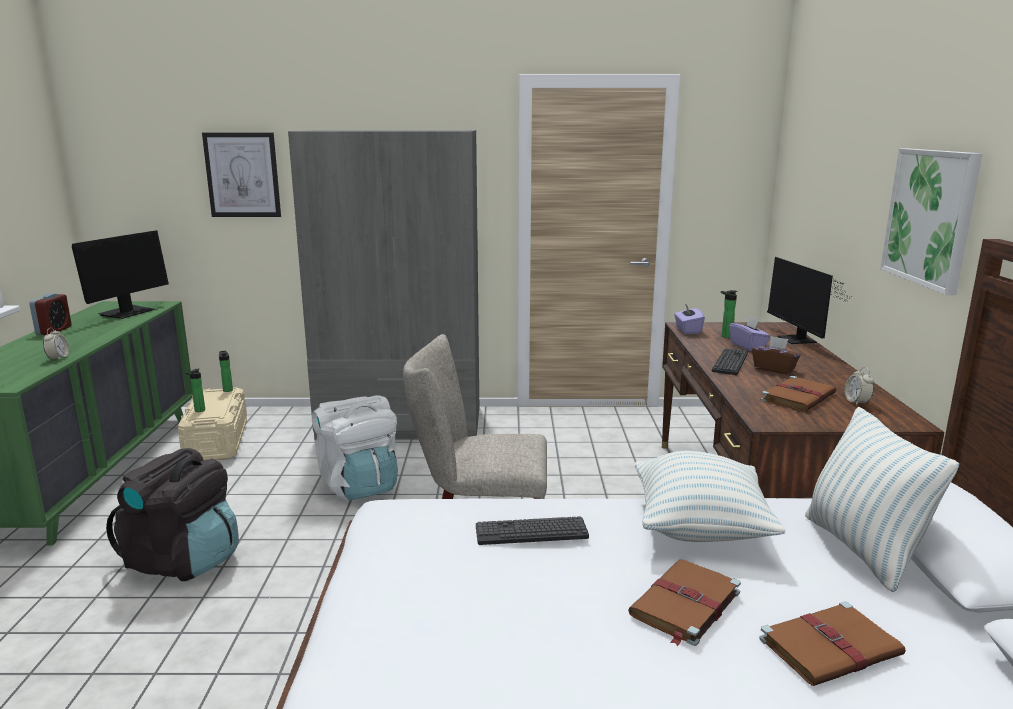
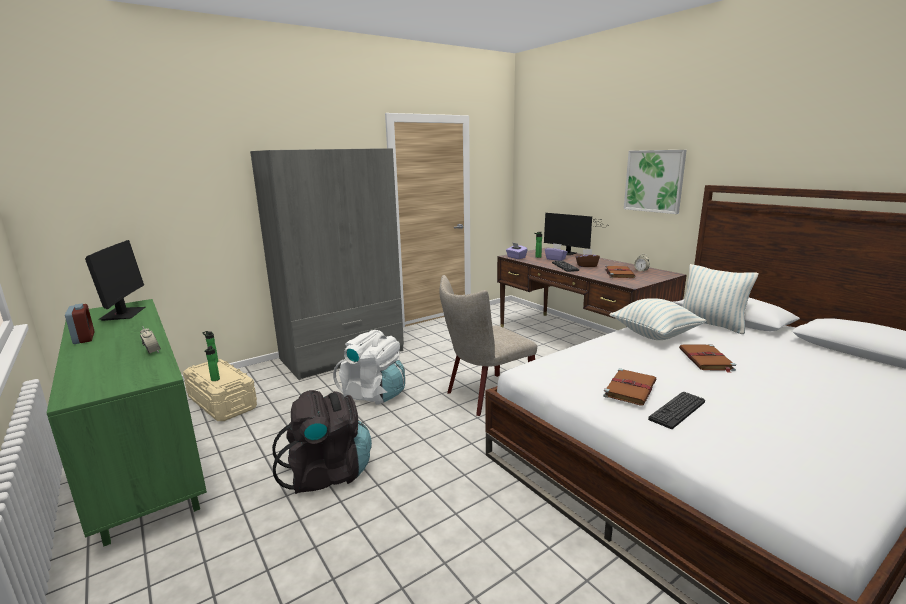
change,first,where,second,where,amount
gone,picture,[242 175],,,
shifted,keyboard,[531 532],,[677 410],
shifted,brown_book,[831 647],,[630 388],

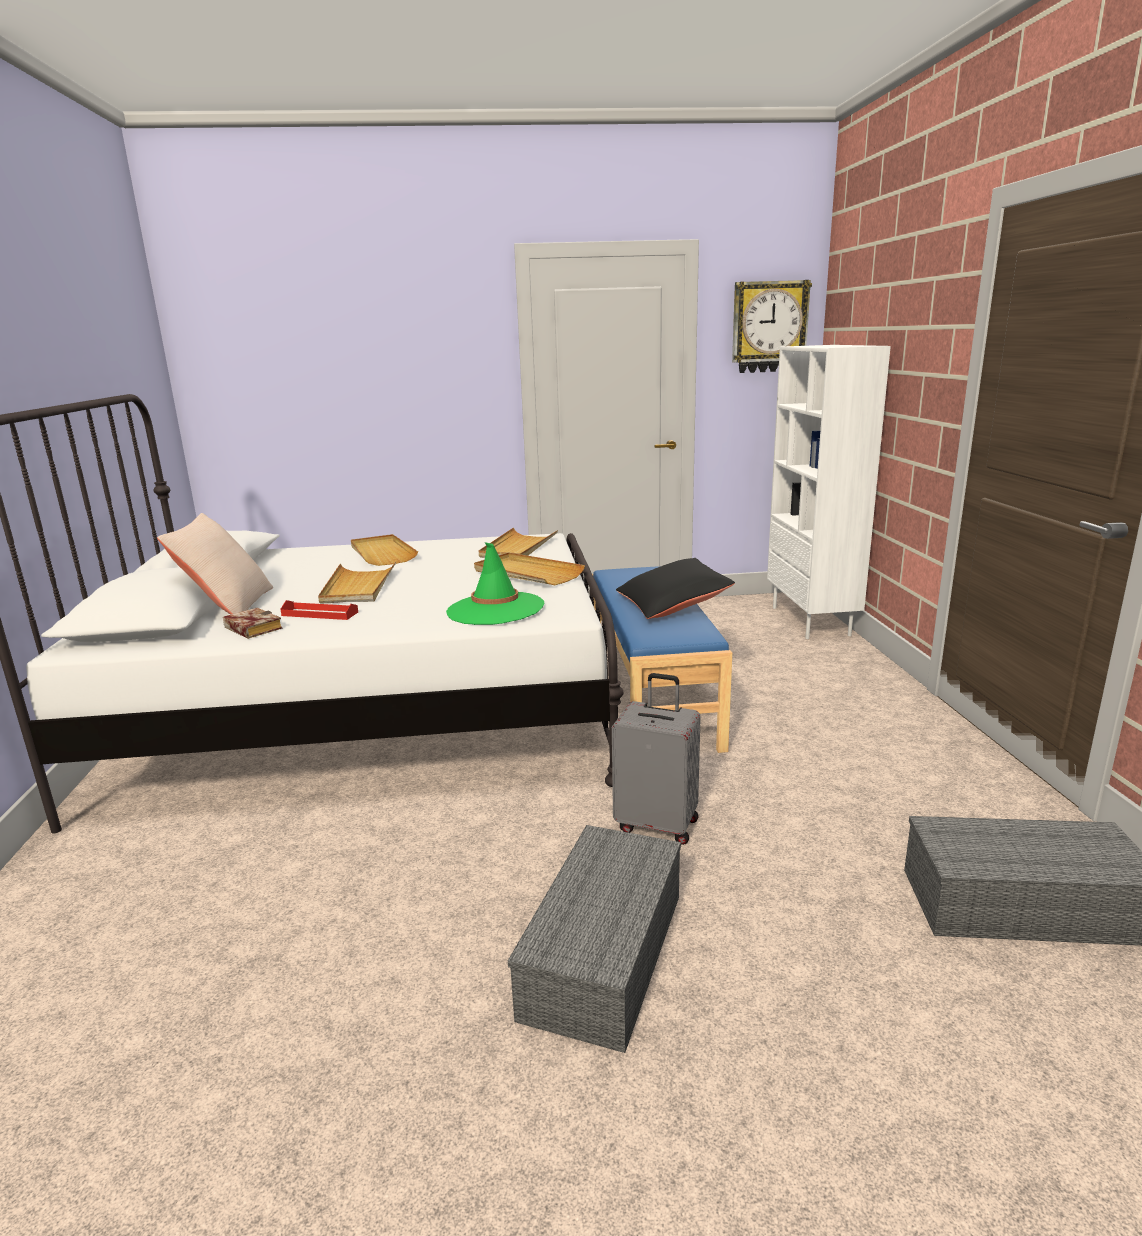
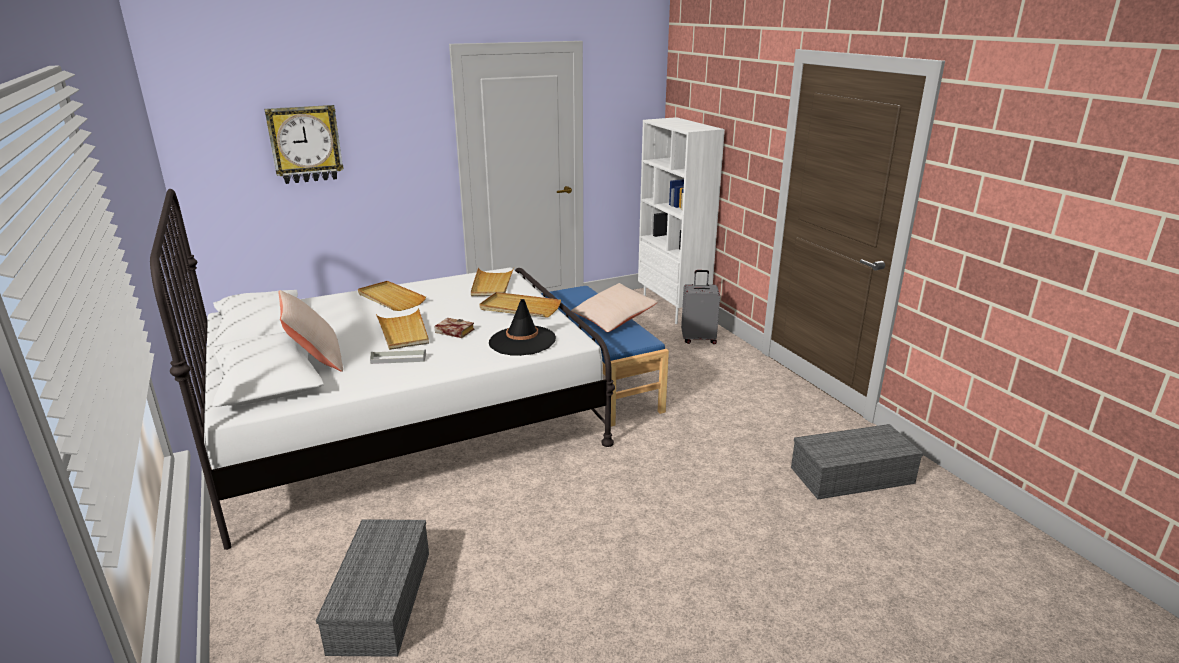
change,first,where,second,where,amount
shifted,book,[250 628],,[453 331],
shifted,grey_storage_box,[605 956],,[382 602],
shifted,grey_suitcase,[657 824],,[698 339],
shifted,wall_clock,[769 327],,[305 144],
repainted,red_tray,[320 614],grey_tray,[398 359],
repainted,green_hat,[495 609],black_hat,[522 341],
repainted,black_pillow,[672 605],beige_pillow,[613 318],

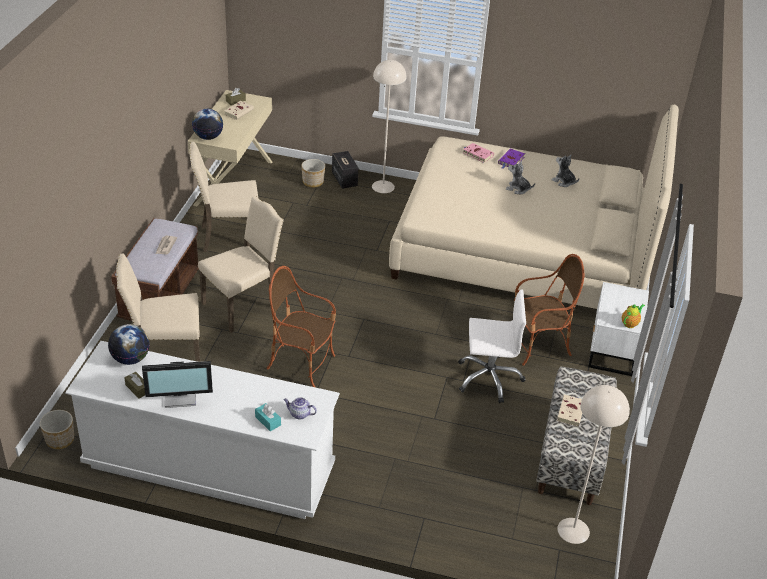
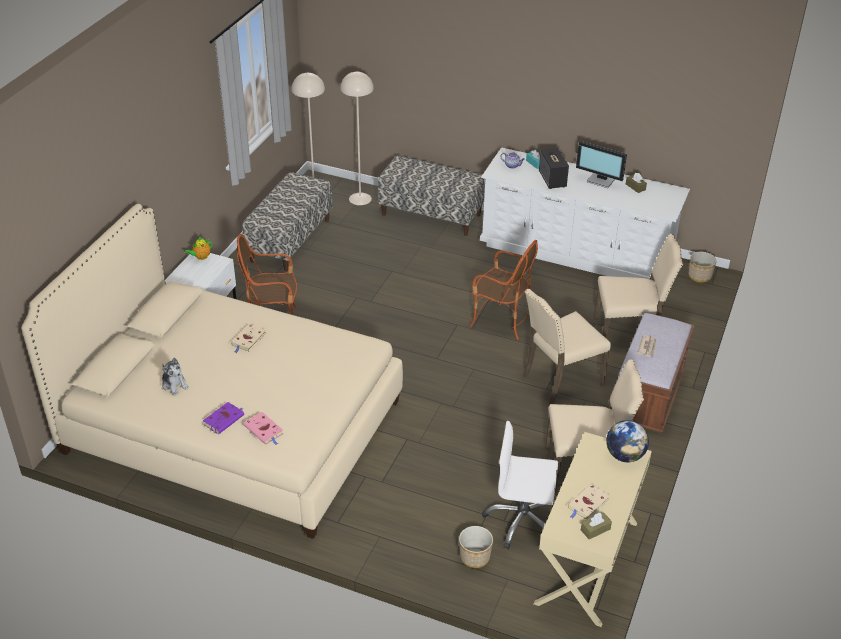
change,first,where,second,where,amount
gone,globe,[131 359],,,
gone,plush_toy,[518 189],,,
new,,,bench,[431 214],
shifted,speaker,[344 179],,[552 179],
shifted,beige_floor_lamp,[383 186],,[360 198],
shifted,white_office_chair,[489 378],,[522 521],
shifted,beige_book,[570 411],,[248 340],
rotated,monitor,[180 397],,[601 180],150 degrees counterclockwise

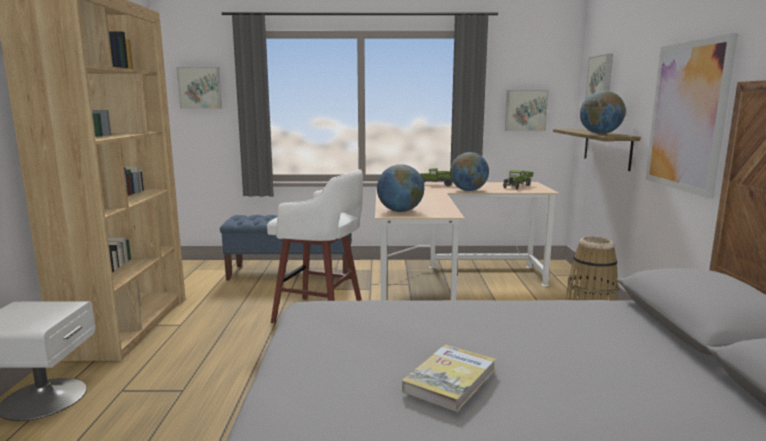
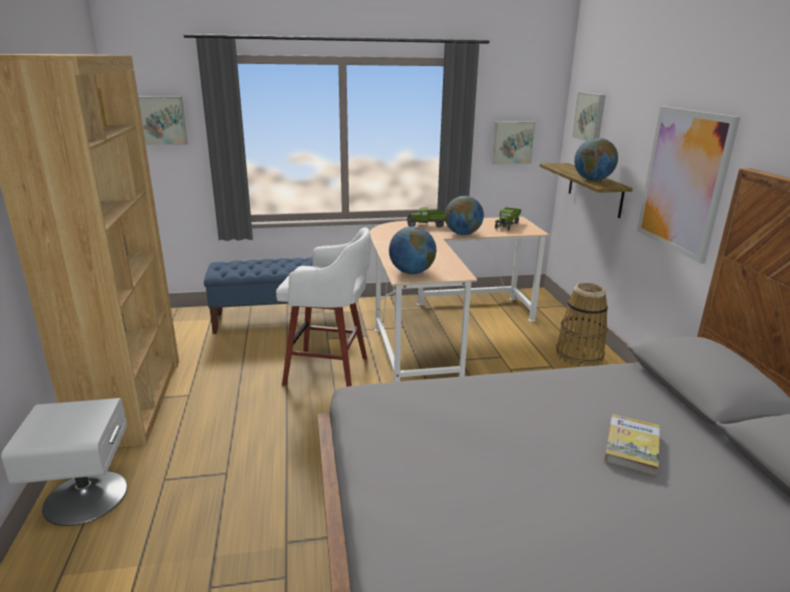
change,first,where,second,where,amount
shifted,book,[450 380],,[631 446],

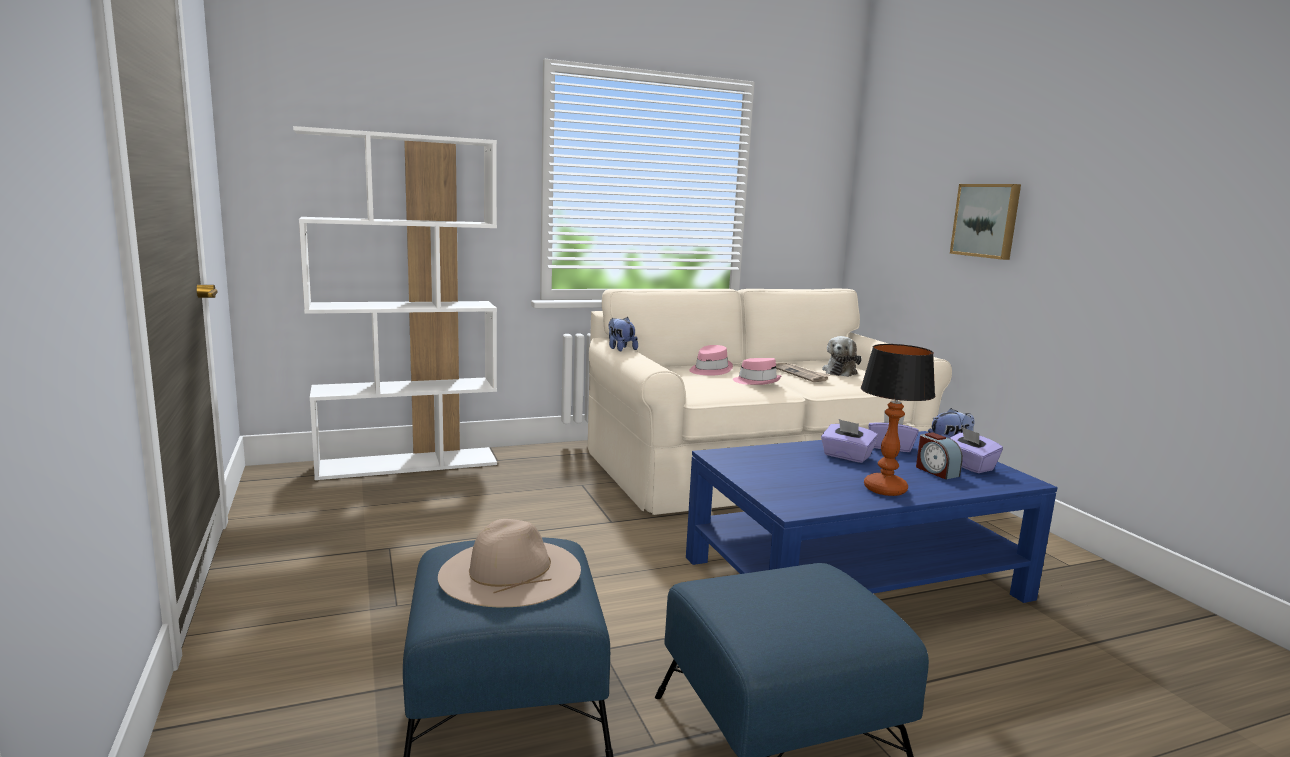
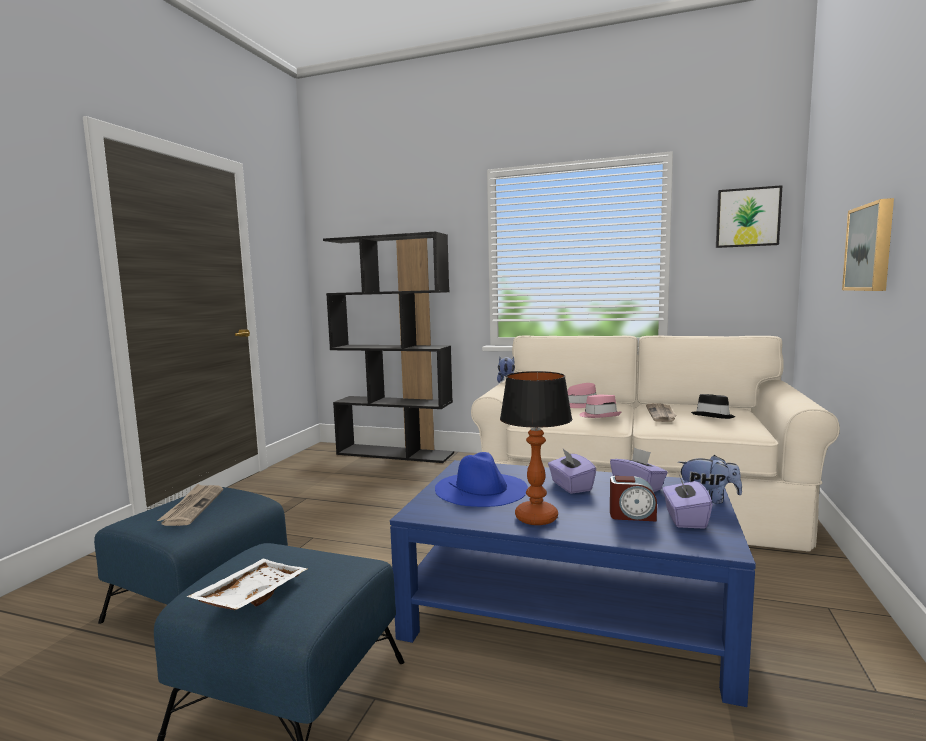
change,first,where,second,where,amount
new,,,white_tray,[251 596],
new,,,blue_hat,[481 488],
new,,,picture,[747 217],
swapped,beige_hat,[510 571],newspaper,[192 507],
swapped,plush_toy,[840 371],black_hat,[714 416],
repainted,white_bookcase,[408 463],black_bookcase,[395 453],
rotated,alarm_clock,[936 471],,[632 515],90 degrees counterclockwise

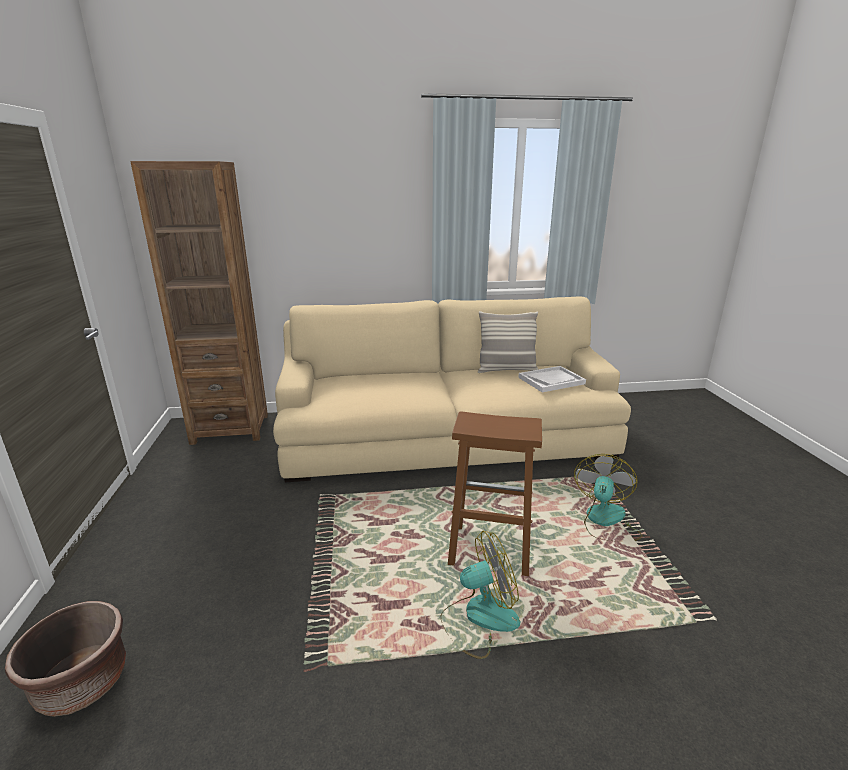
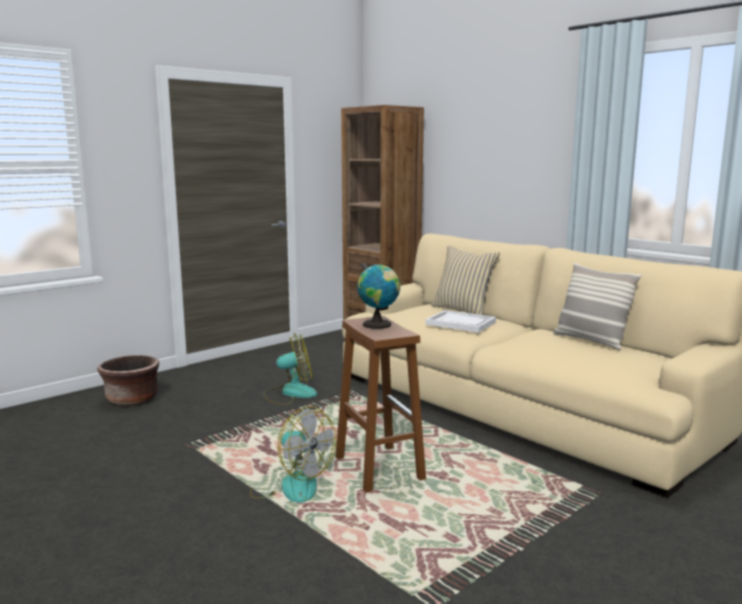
change,first,where,second,where,amount
new,,,globe,[379 325],
new,,,beige_pillow,[462 310],
shifted,white_tray,[551 380],,[461 323],
shifted,fan,[605 522],,[290 393],

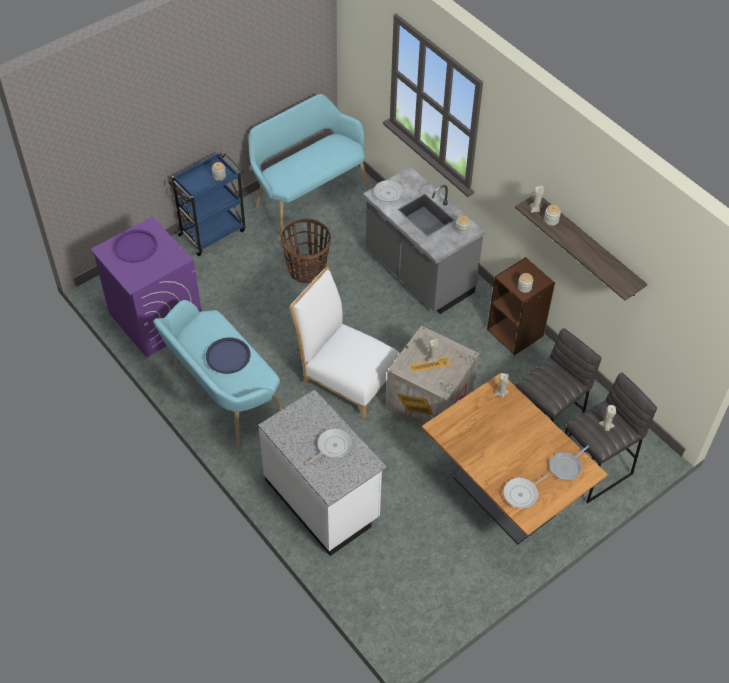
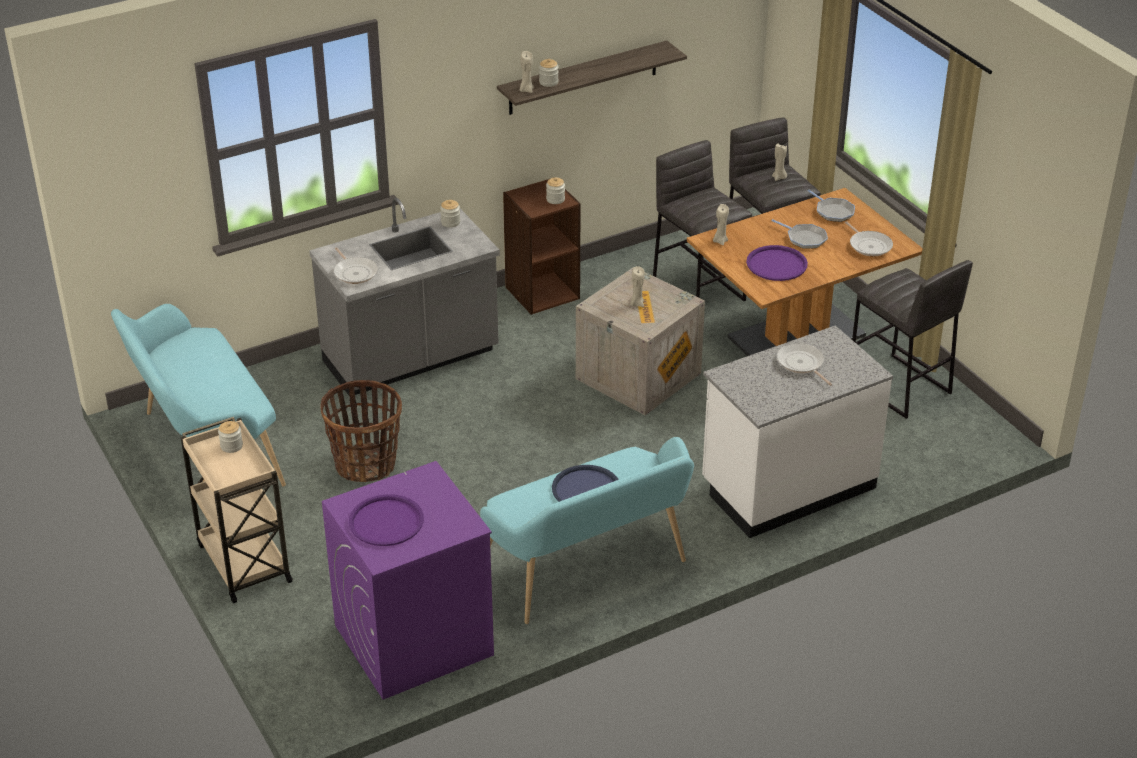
change,first,where,second,where,amount
gone,white_chair,[346 375],,,
new,,,purple_tray,[776 264],
new,,,frying_pan,[804 238],
new,,,grey_stool,[899 387],
repainted,blue_cart,[213 232],beige_cart,[243 562],

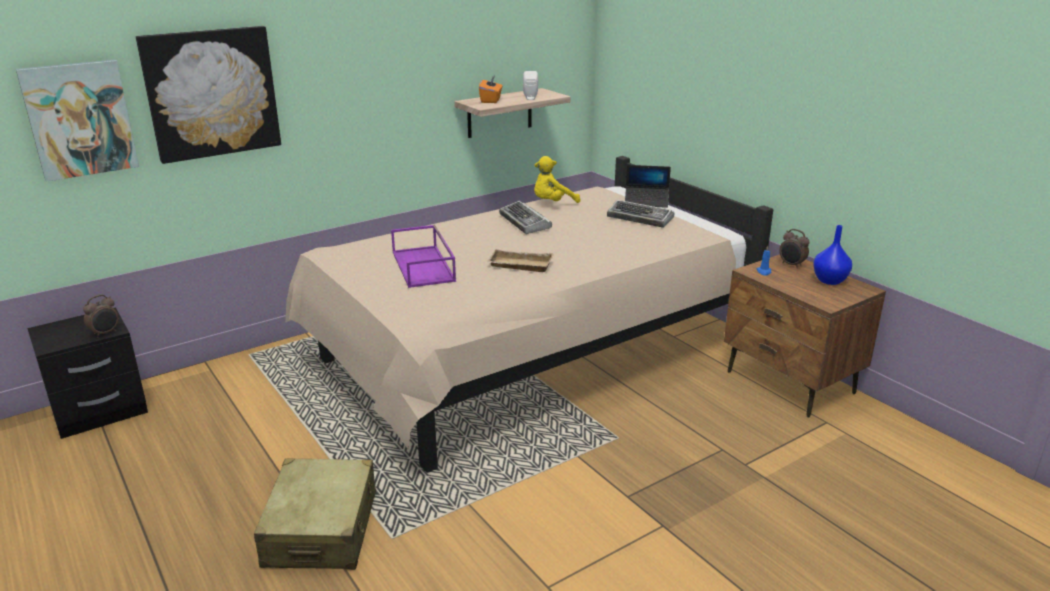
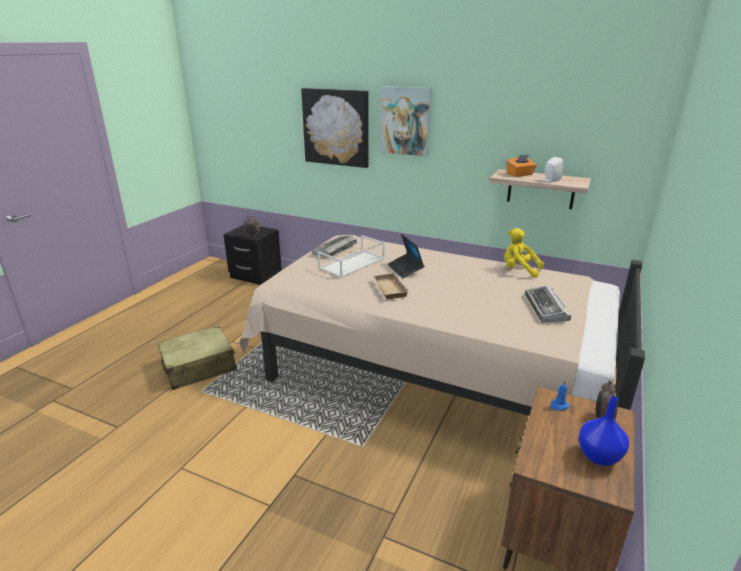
change,first,where,second,where,amount
shifted,picture,[80 119],,[405 121],
shifted,keyboard,[525 222],,[334 250],
shifted,laptop,[646 202],,[405 269],
repainted,purple_tray,[424 266],white_tray,[352 264],

